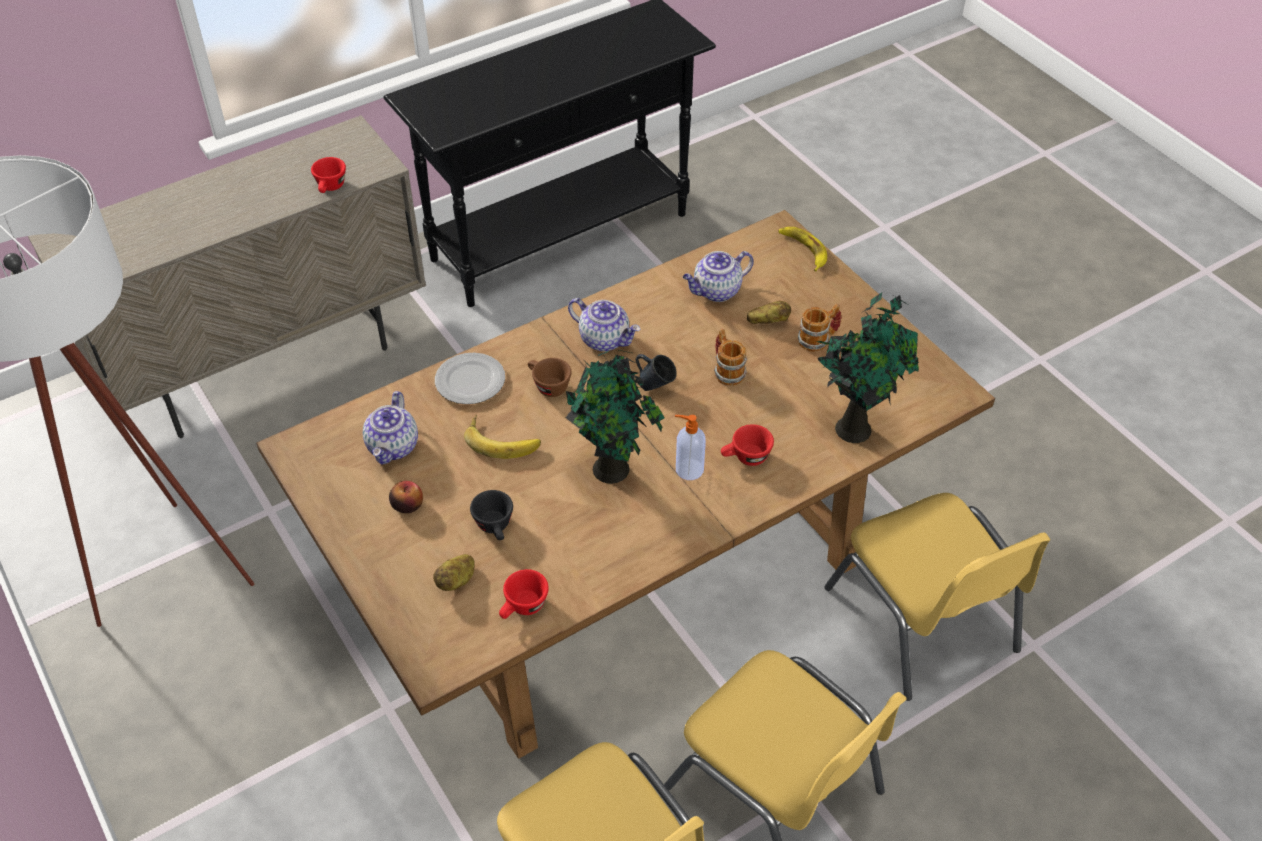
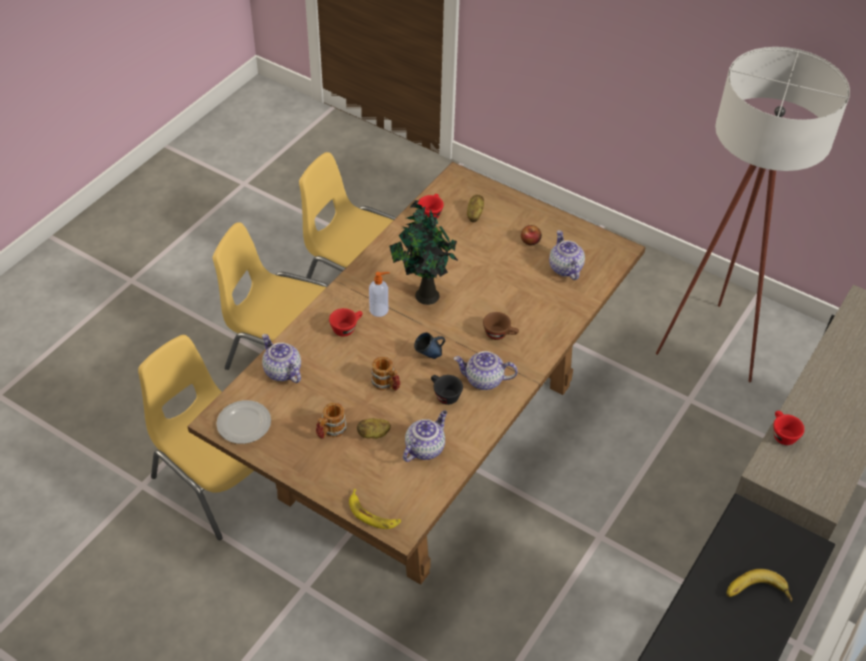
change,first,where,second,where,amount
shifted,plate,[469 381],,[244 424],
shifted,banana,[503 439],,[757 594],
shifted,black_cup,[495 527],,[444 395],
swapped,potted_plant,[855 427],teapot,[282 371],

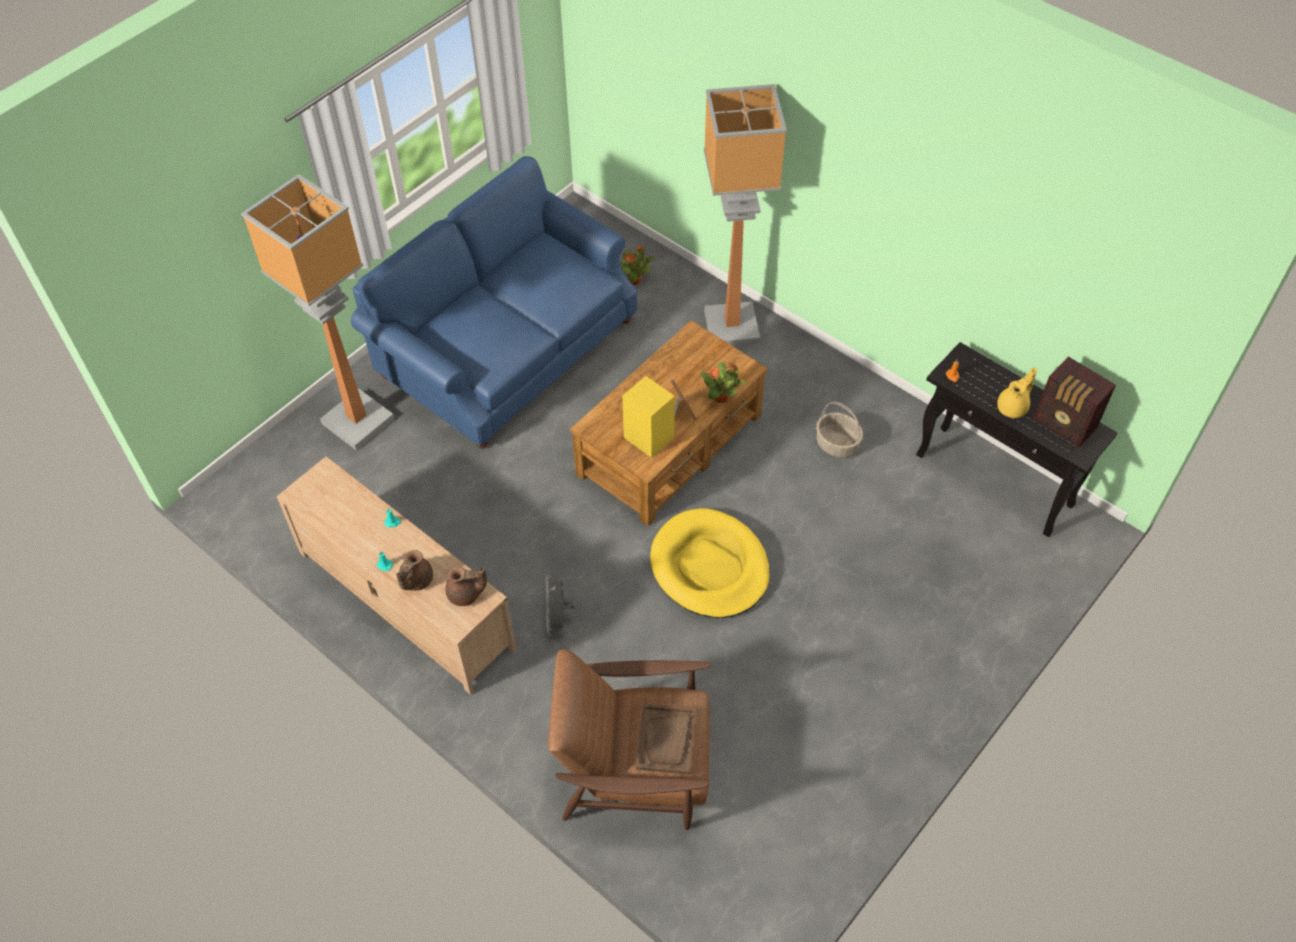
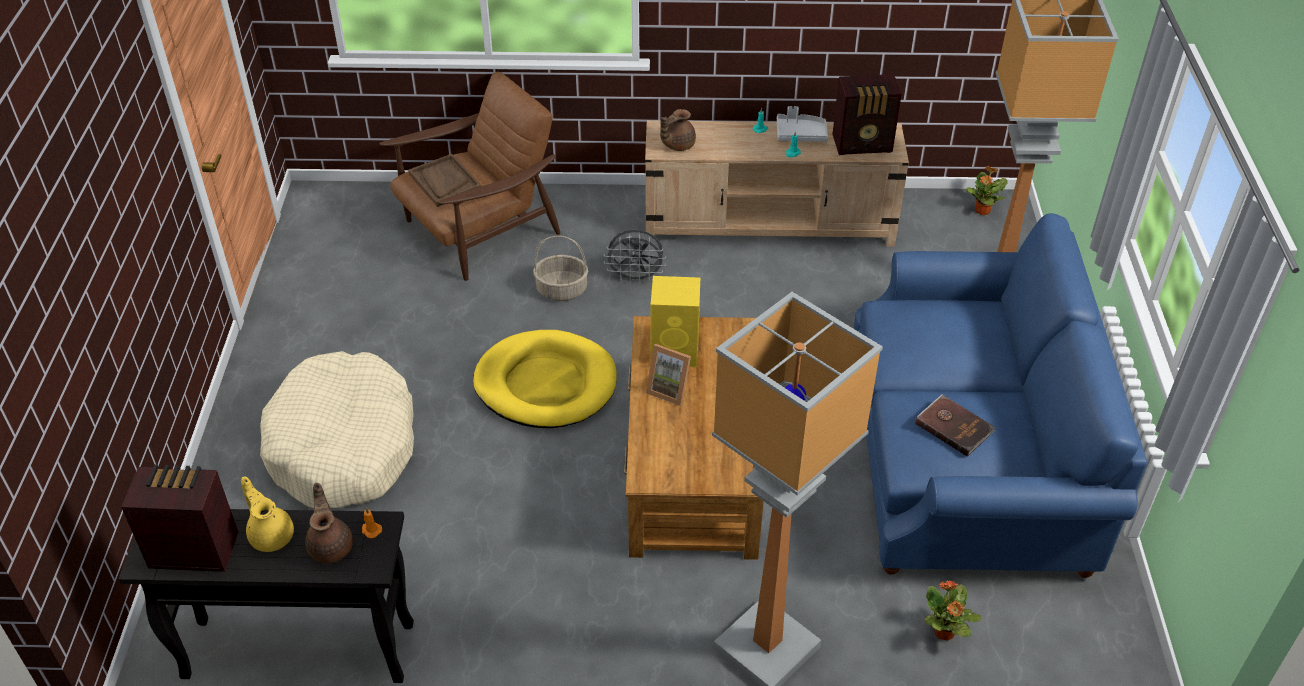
change,first,where,second,where,amount
new,,,beige_dog_bed,[343 446],
new,,,grey_tray,[800 134],
new,,,radio,[863 144],
new,,,brown_book,[954 427],
shifted,brown_teapot,[415 580],,[331 545],
shifted,potted_plant,[721 397],,[982 211],
shifted,basket,[837 444],,[561 290],
rotated,grey_fan,[558 619],,[635 277],135 degrees clockwise
rotated,yellow_teapot,[1013 407],,[271 535],135 degrees clockwise

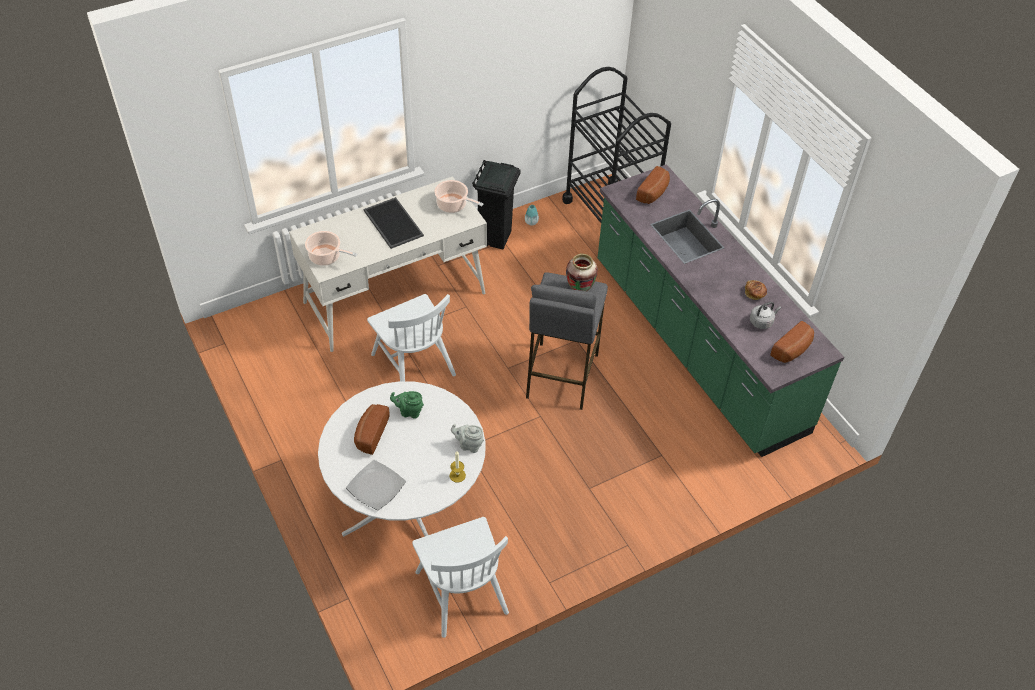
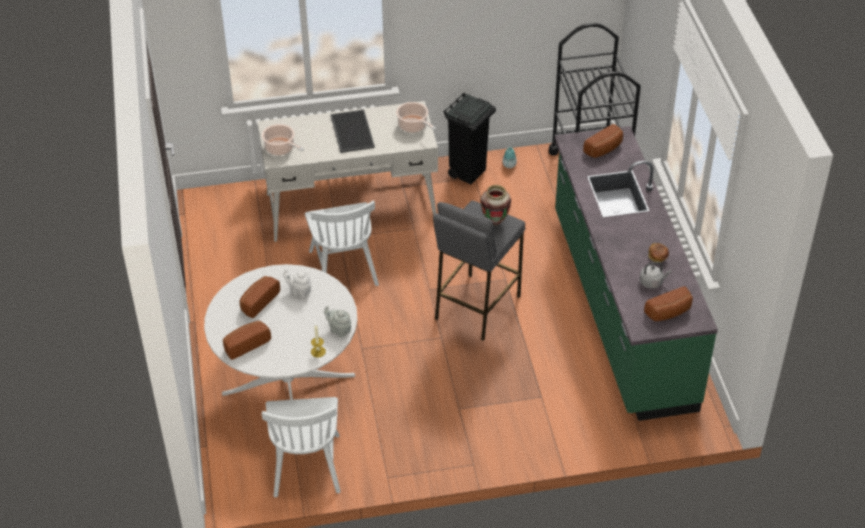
change,first,where,second,where,amount
swapped,plate,[376 486],bread,[245 344],
repainted,green_teapot,[409 411],white_teapot,[299 291],

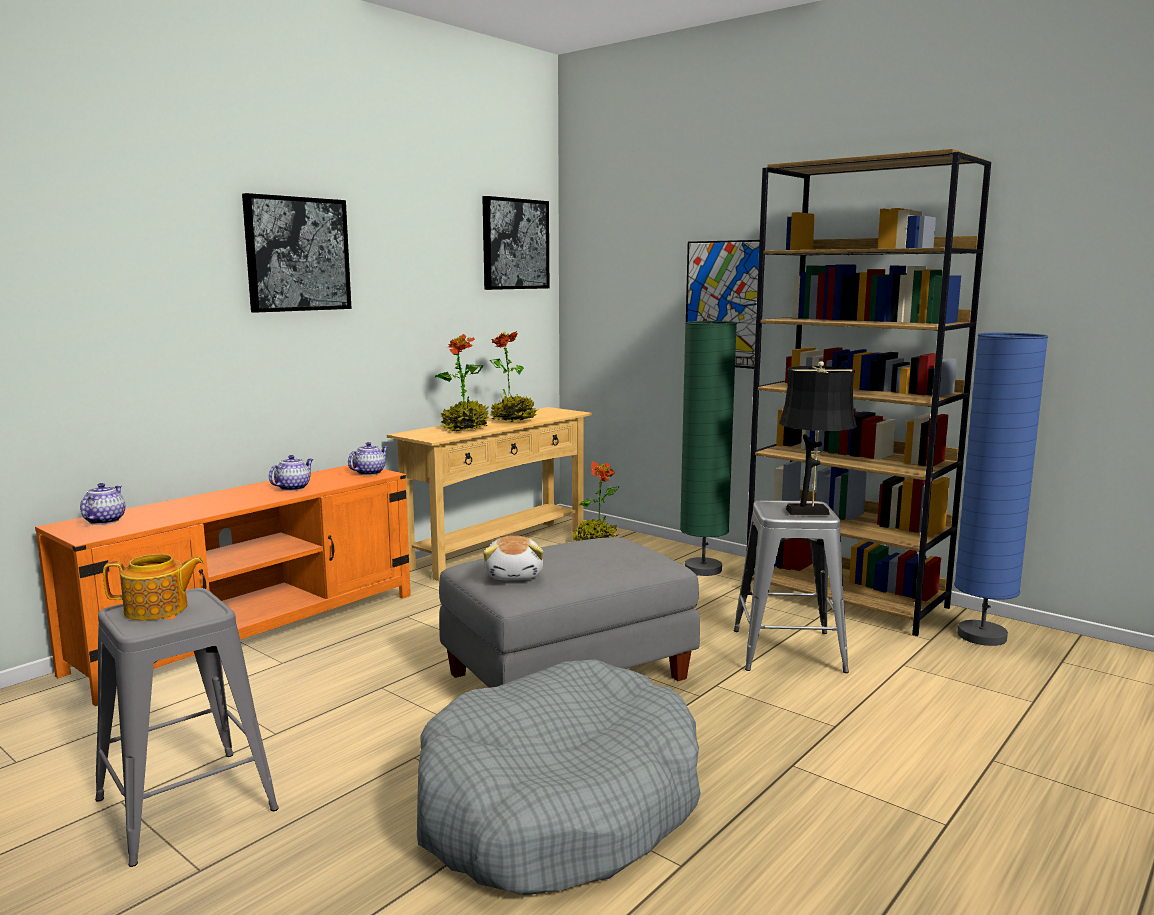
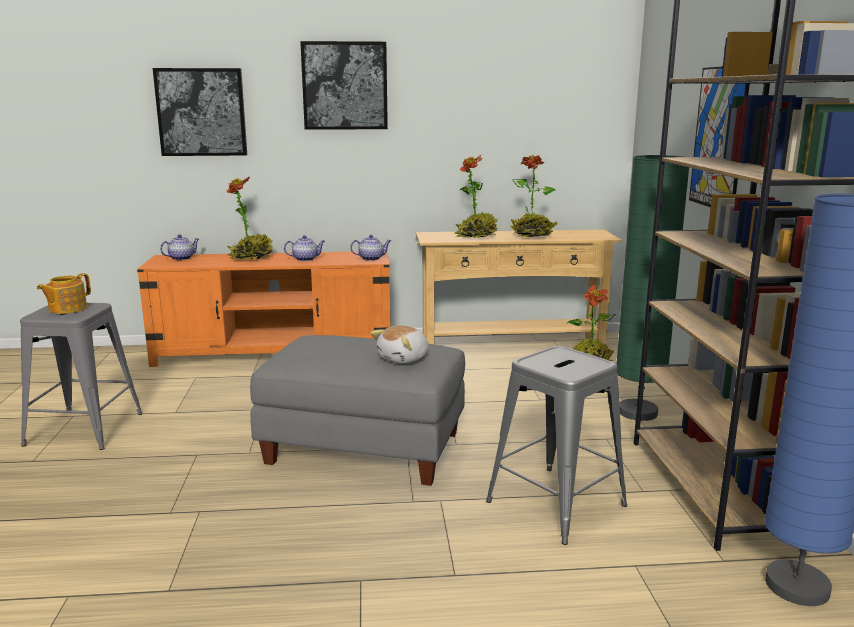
change,first,where,second,where,amount
gone,grey_dog_bed,[558 806],,,
gone,black_table_lamp,[812 512],,,
new,,,potted_plant,[251 258],
shifted,picture,[515 244],,[201 112],
shifted,plush_toy,[515 575],,[404 358],
rotated,teapot,[157 609],,[67 309],90 degrees clockwise

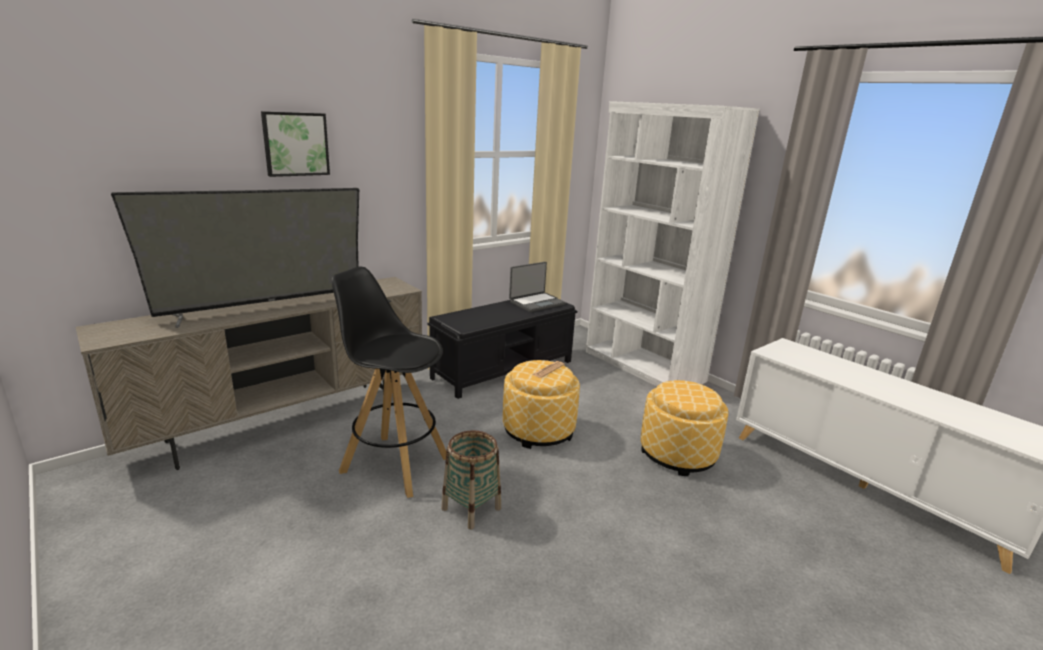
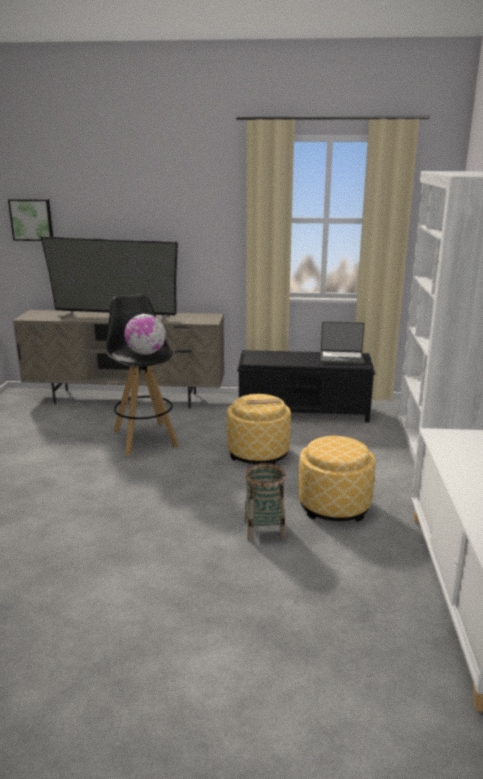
change,first,where,second,where,amount
new,,,globe,[146 353],
shifted,picture,[295 144],,[32 219],
shifted,basket,[471 509],,[264 530],

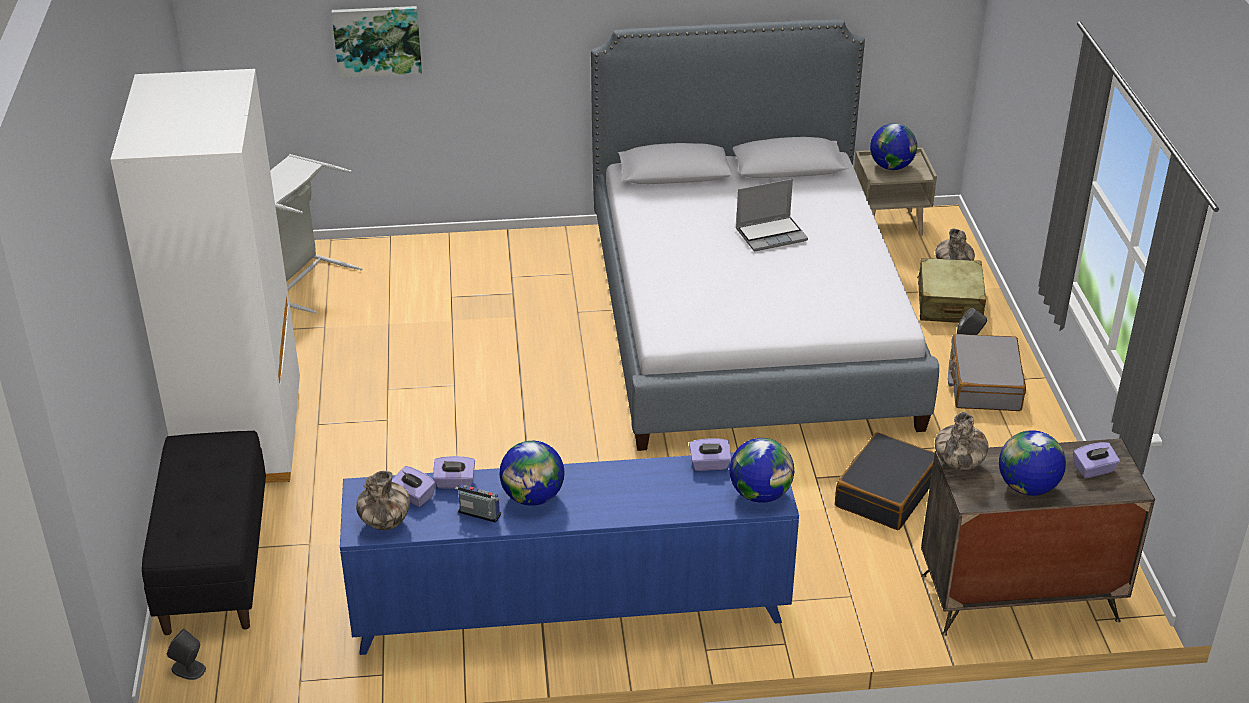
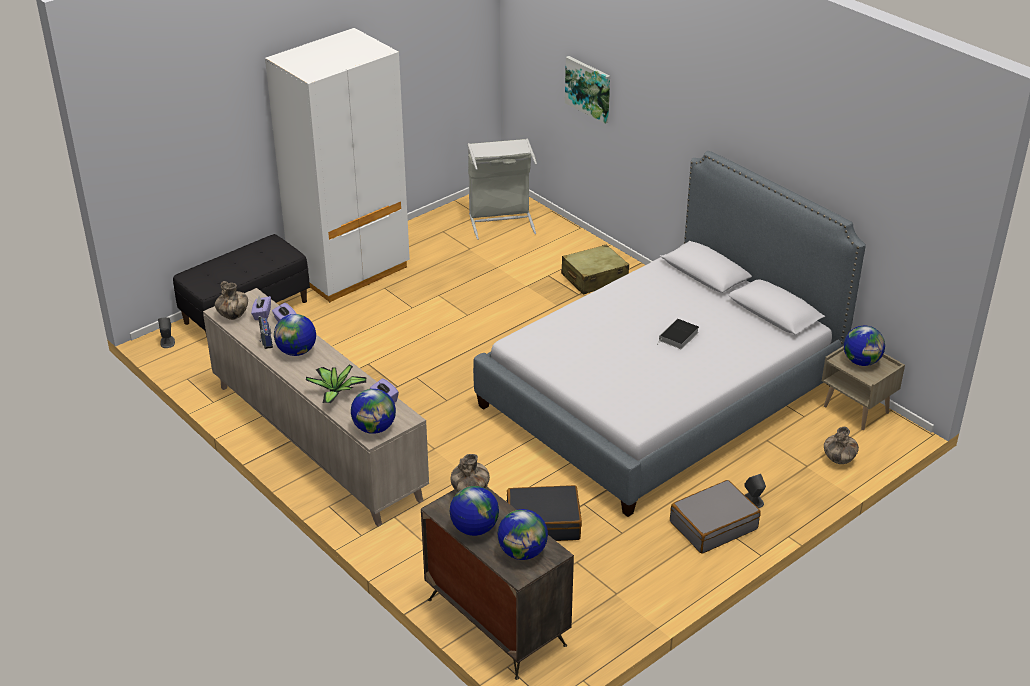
change,first,where,second,where,amount
new,,,potted_plant,[336 392],
shifted,beige_suitcase,[949 303],,[594 278],
swapped,laptop,[771 234],book,[678 337],
swapped,purple_tissue_box,[1093 470],globe,[522 552],
repainted,blue_cabinet,[571 610],beige_cabinet,[317 442],

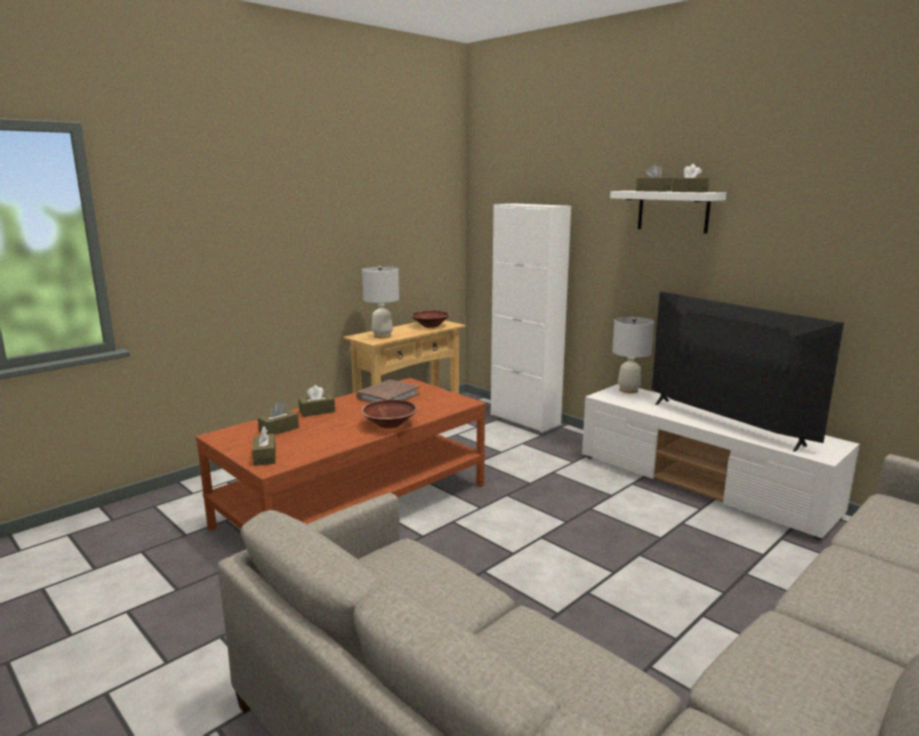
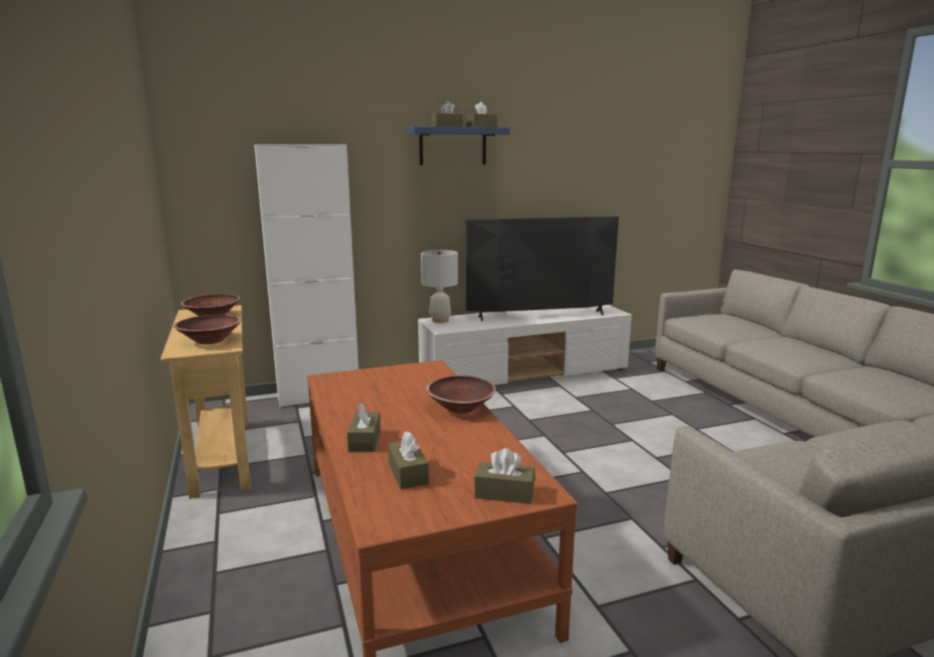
change,first,where,second,where,amount
gone,brown_book,[388 396],,,
swapped,white_table_lamp,[382 336],brown_bowl,[210 340],
repainted,white_shelf,[673 211],blue_shelf,[453 146],

